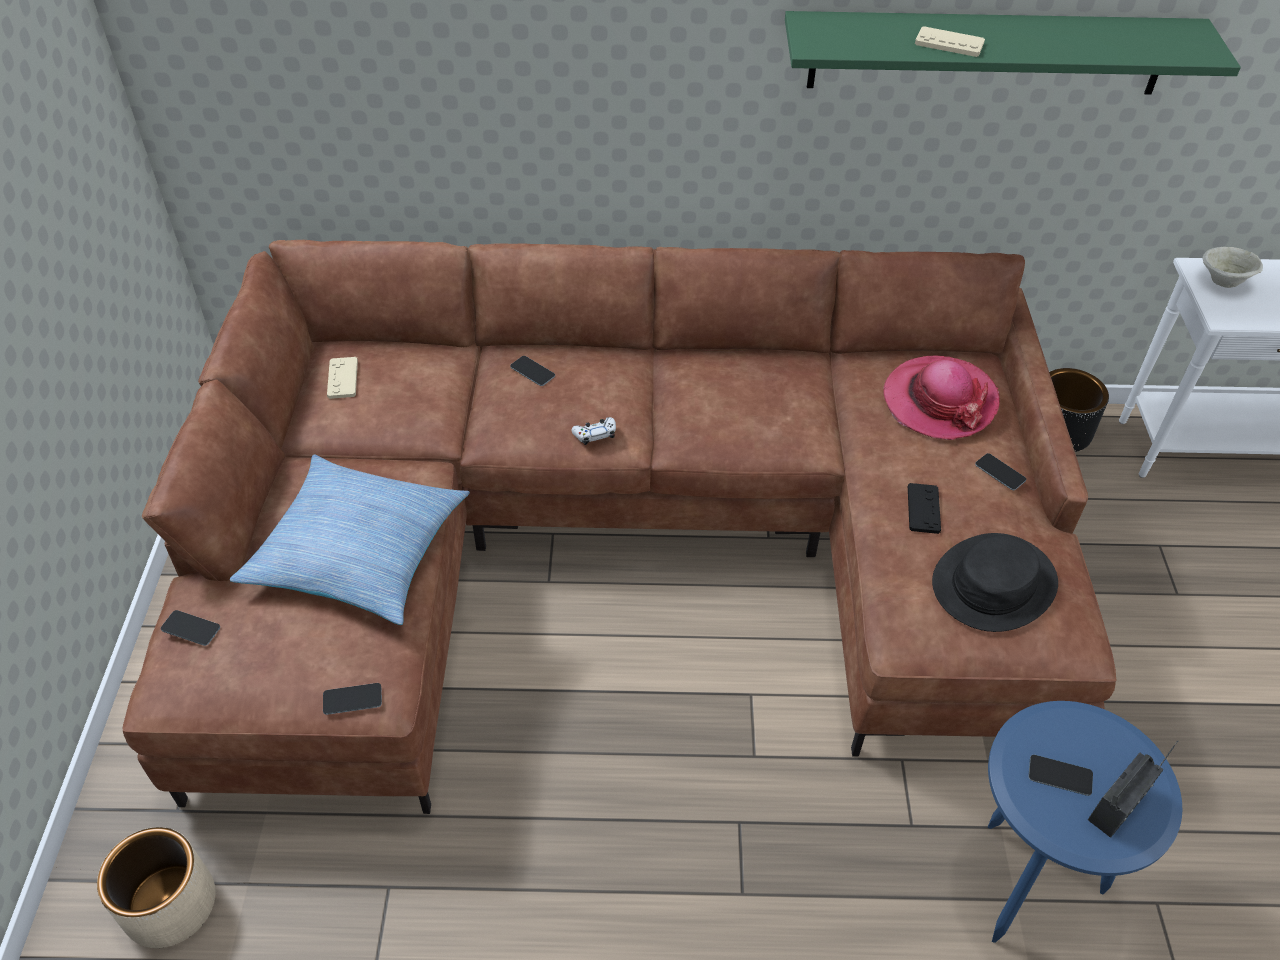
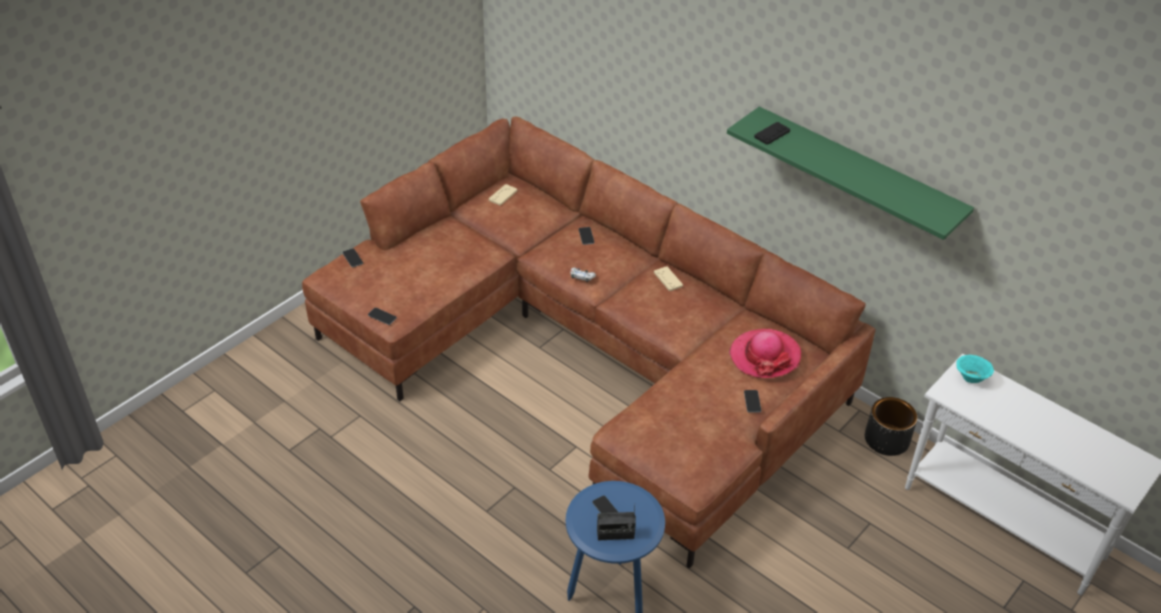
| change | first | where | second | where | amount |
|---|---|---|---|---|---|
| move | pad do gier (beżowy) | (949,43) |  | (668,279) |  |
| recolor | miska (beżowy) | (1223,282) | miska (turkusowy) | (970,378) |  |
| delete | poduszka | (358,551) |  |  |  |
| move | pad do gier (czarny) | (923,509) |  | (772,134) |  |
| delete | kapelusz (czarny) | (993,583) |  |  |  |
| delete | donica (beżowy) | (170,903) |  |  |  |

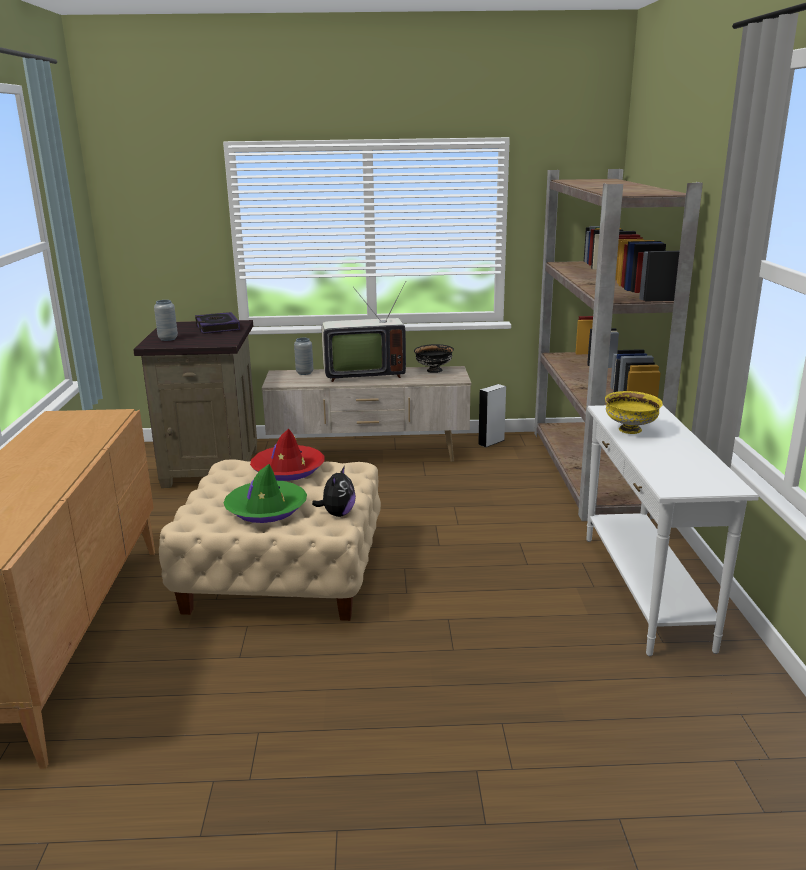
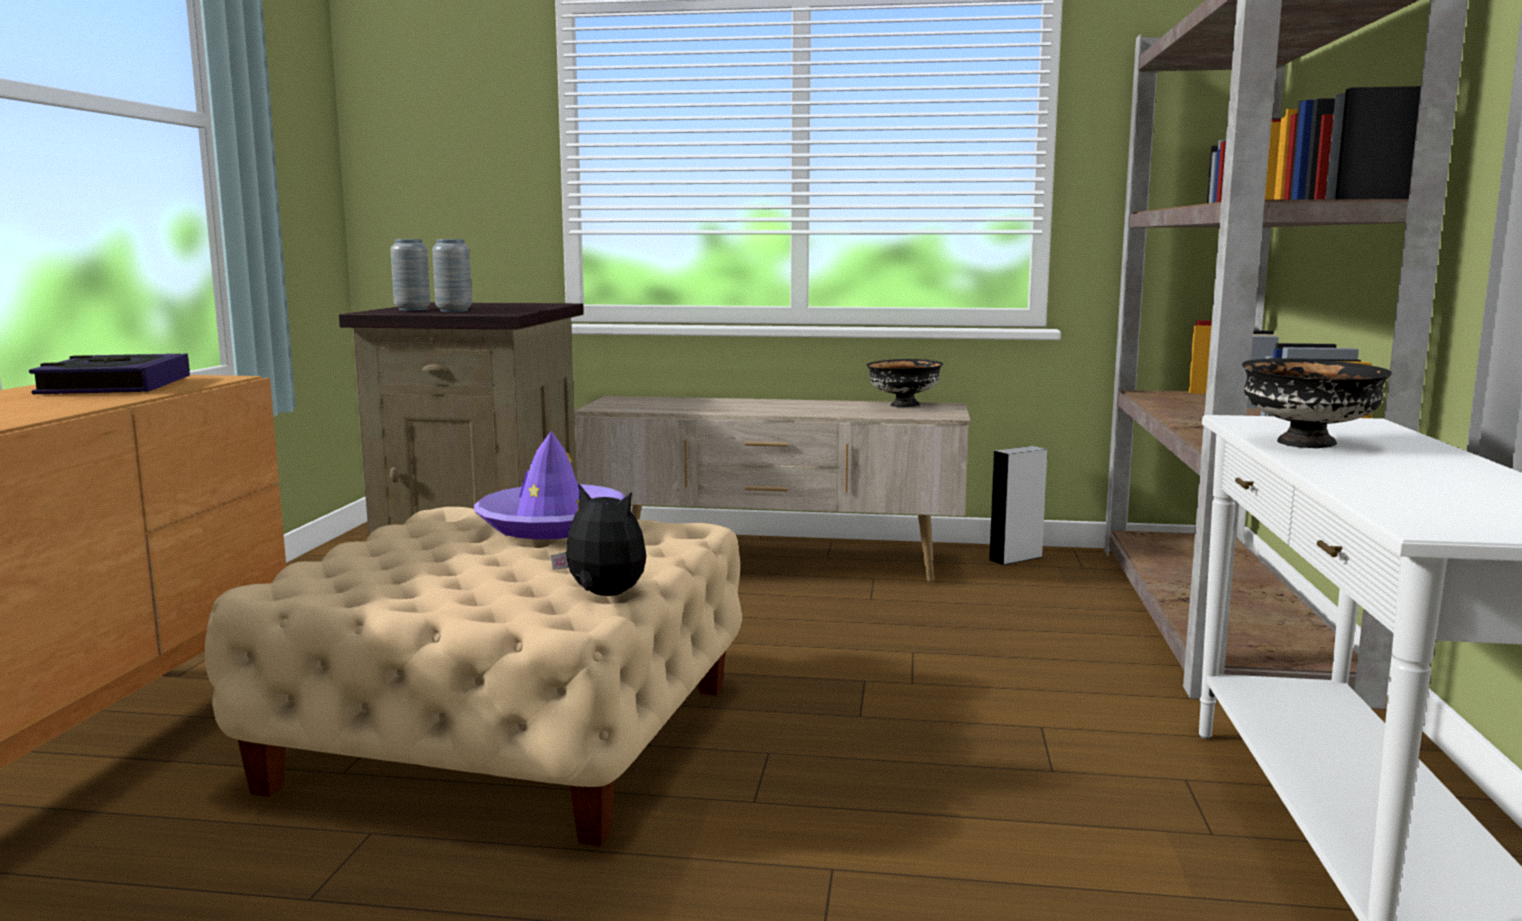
| change | first | where | second | where | amount |
|---|---|---|---|---|---|
| delete | telewizor | (362,374) |  |  |  |
| move | książka | (217,327) |  | (115,386) |  |
| move | wazon (szary) | (304,373) |  | (454,311) |  |
| recolor | miska (żółty) | (631,430) | miska (czarny) | (1308,444) |  |
| recolor | kapelusz (czerwony) | (288,469) | kapelusz (fioletowy) | (552,524) |  |
| delete | kapelusz (zielony) | (266,509) |  |  |  |
| rotate | pluszak | (337,514) |  | (603,596) | 90 degrees counterclockwise |

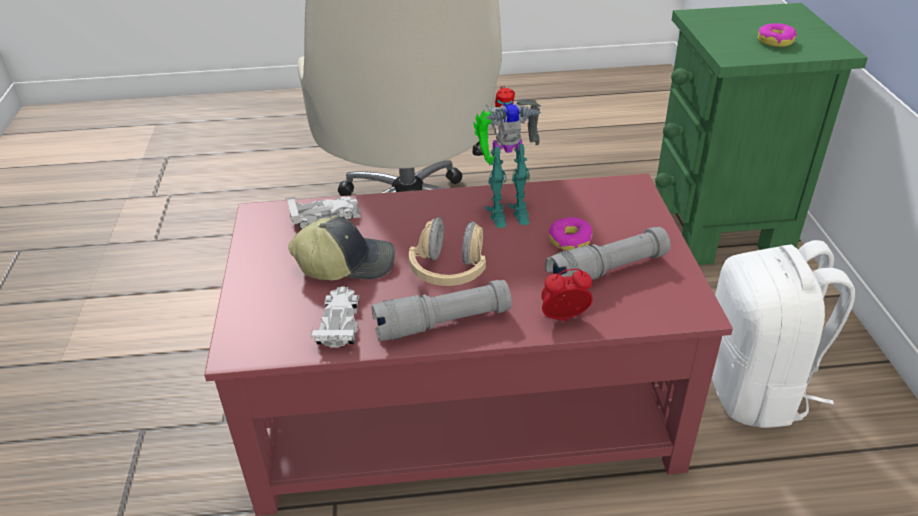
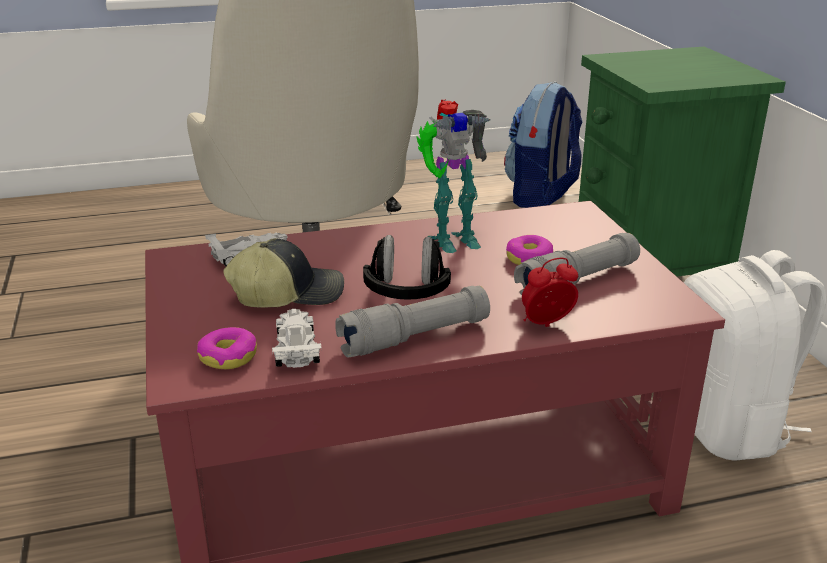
| change | first | where | second | where | amount |
|---|---|---|---|---|---|
| move | donut | (775,41) |  | (228,356) |  |
| recolor | słuchawki (beżowy) | (450,270) | słuchawki (czarny) | (407,292) |  |
| insert |  |  | plecak | (541,196) |  |

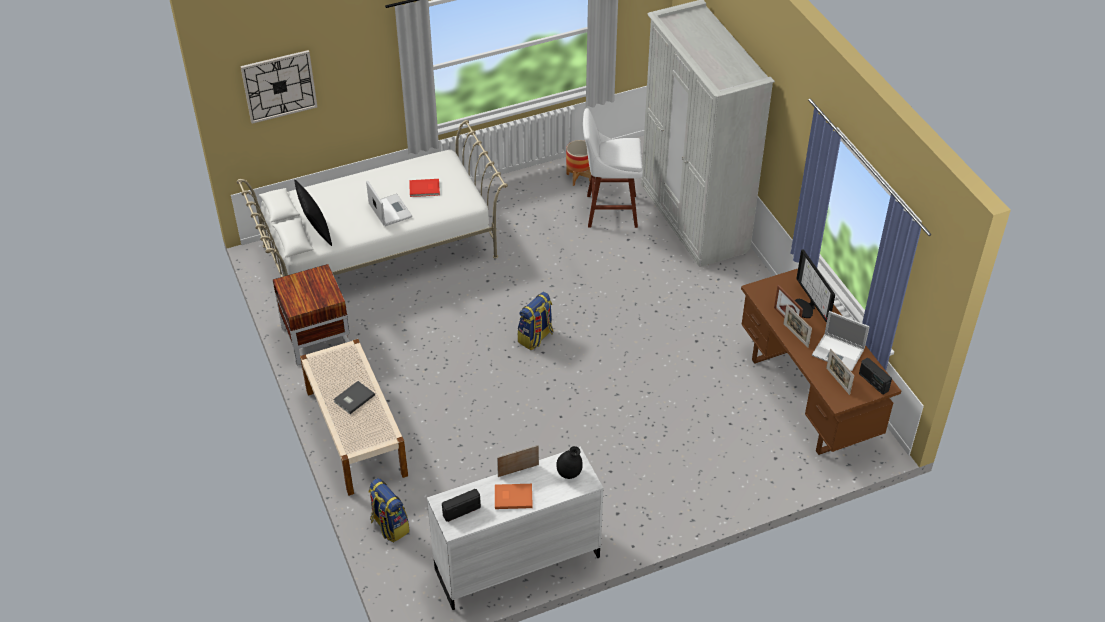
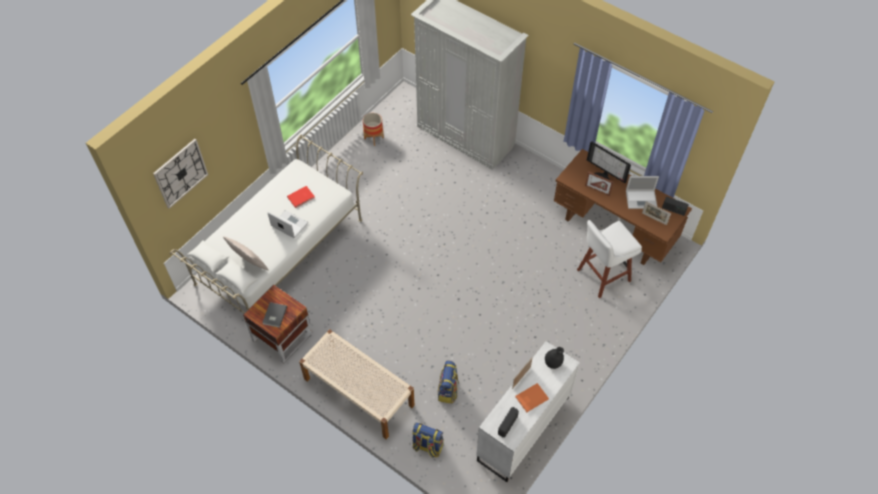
| change | first | where | second | where | amount |
|---|---|---|---|---|---|
| move | stołek (biały) | (610,210) |  | (602,276) |  |
| recolor | poduszka (czarny) | (316,232) | poduszka (beżowy) | (249,264) |  |
| move | plecak | (536,338) |  | (448,390) |  |
| delete | ramka na zdjęcie | (795,335) |  |  |  |
| move | książka (szary) | (353,398) |  | (274,315) |  |

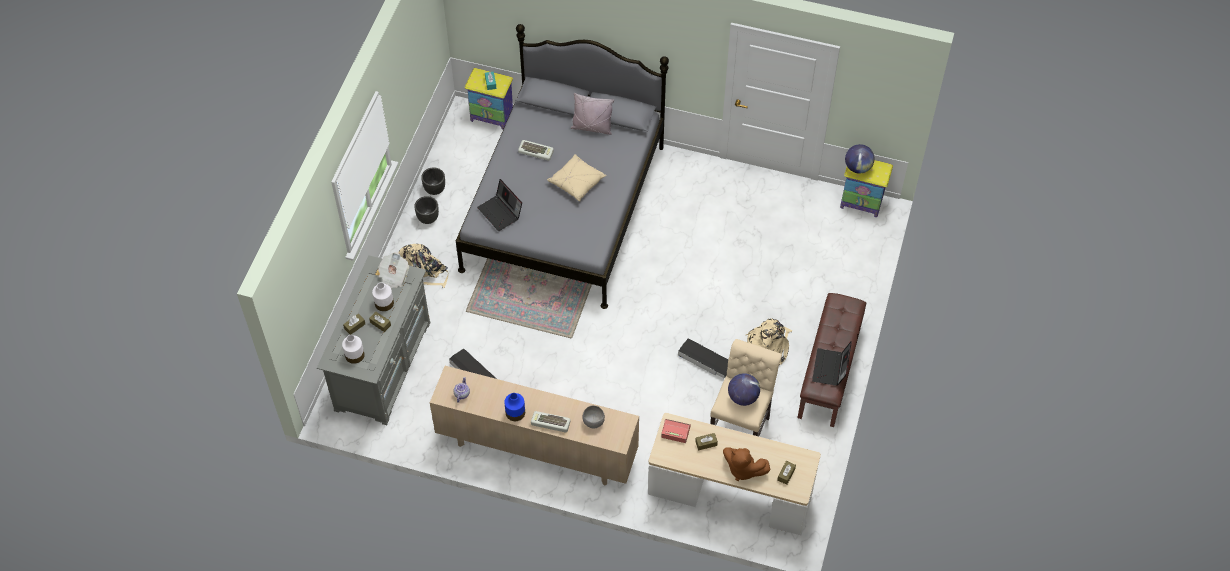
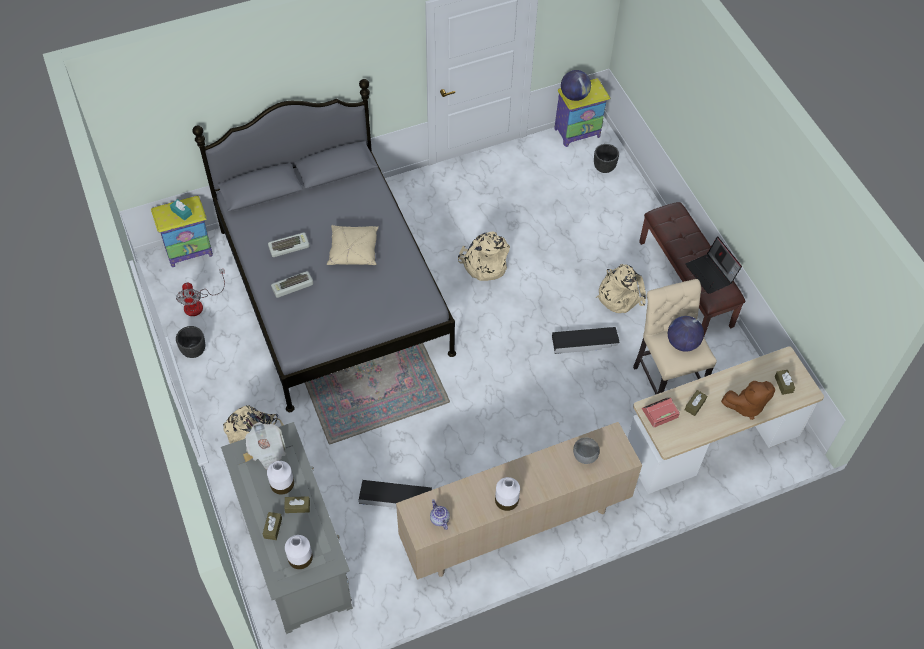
| change | first | where | second | where | amount |
|---|---|---|---|---|---|
| delete | poduszka (fioletowy) | (592,127) |  |  |  |
| delete | laptop | (501,212) |  |  |  |
| move | donica (czarny) | (428,218) |  | (604,167) |  |
| recolor | wazon (niebieski) | (515,412) | wazon (biały) | (507,499) |  |
| move | klawiatura | (550,423) |  | (292,287) |  |
| insert |  |  | plecak (beżowy) | (484,264) |  |
| insert |  |  | wentylator | (199,303) |  |

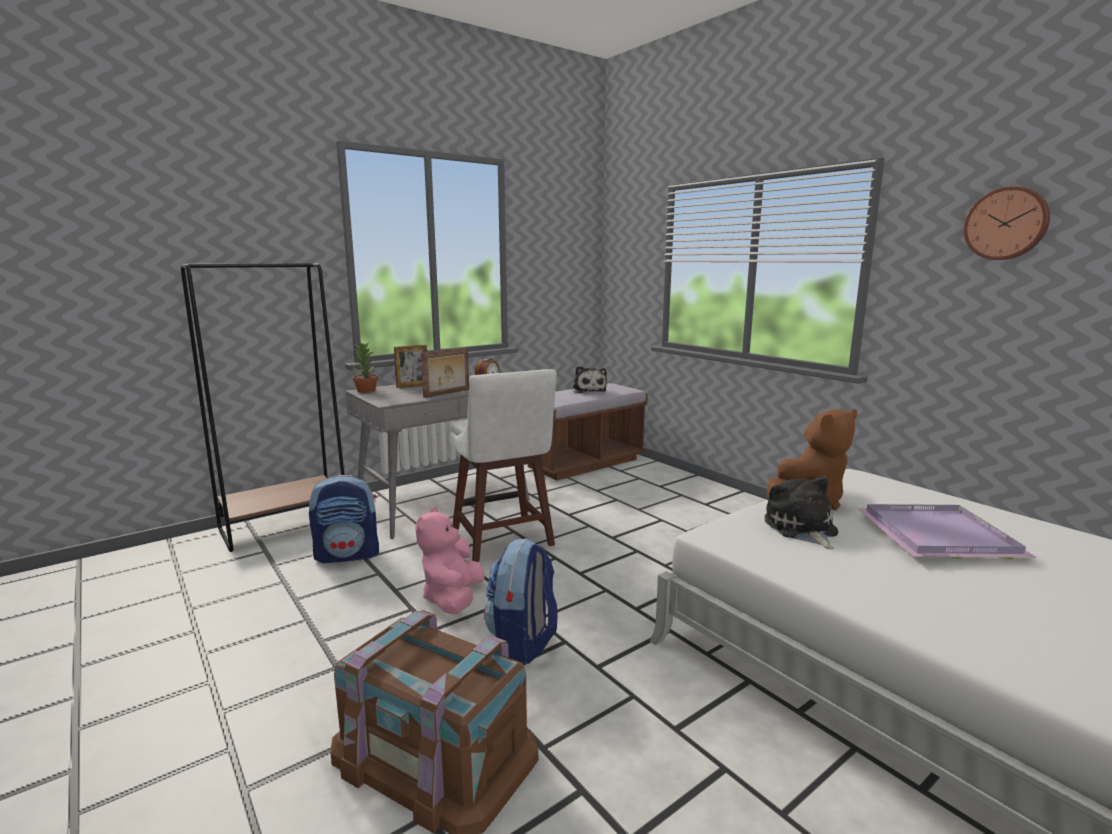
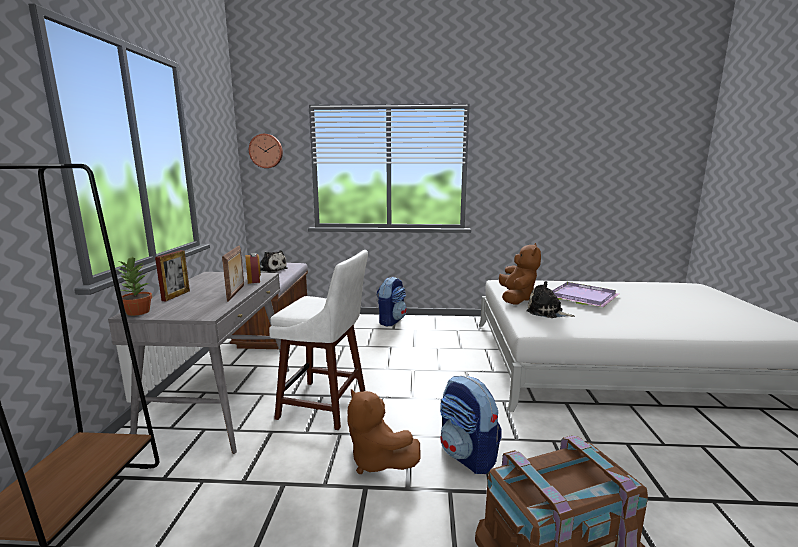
| change | first | where | second | where | amount |
|---|---|---|---|---|---|
| move | zegar ścienny | (1006,224) |  | (266,151) |  |
| move | plecak | (348,555) |  | (391,321) |  |
| recolor | pluszak (różowy) | (453,599) | pluszak (brązowy) | (377,461) |  |

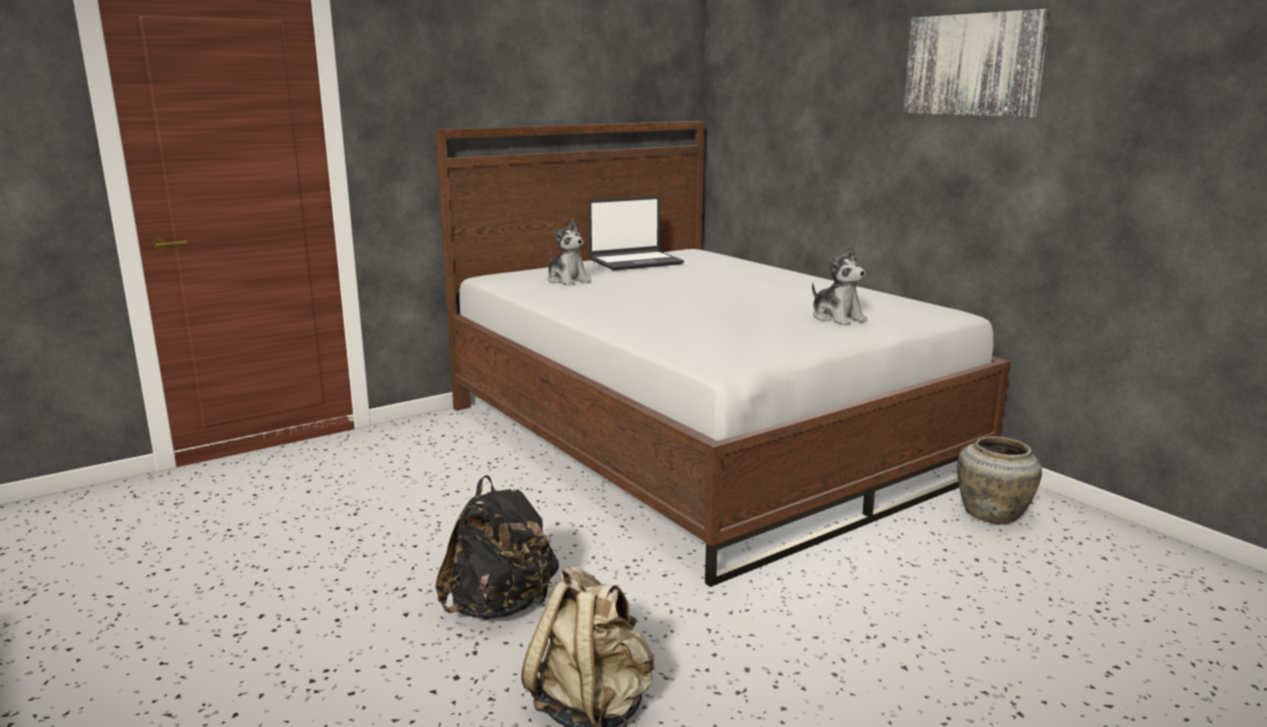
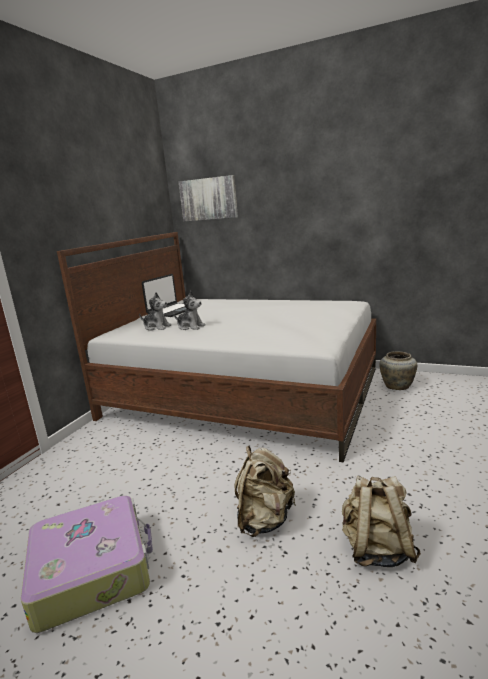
| change | first | where | second | where | amount |
|---|---|---|---|---|---|
| move | obraz | (974,65) |  | (208,199) |  |
| move | pluszak | (837,318) |  | (190,327) |  |
| recolor | plecak (czarny) | (500,607) | plecak (beżowy) | (264,520) |  |
| insert |  |  | walizka | (92,569) |  |

